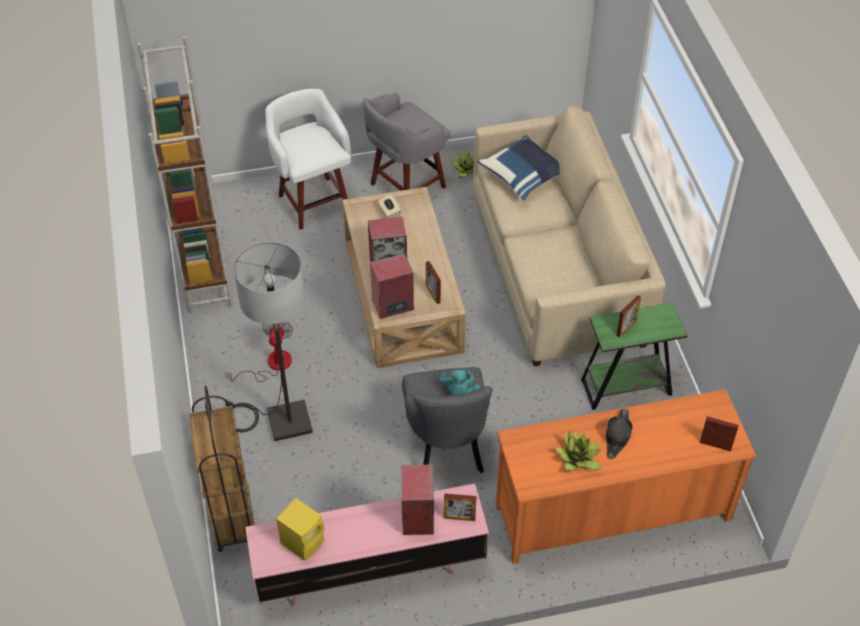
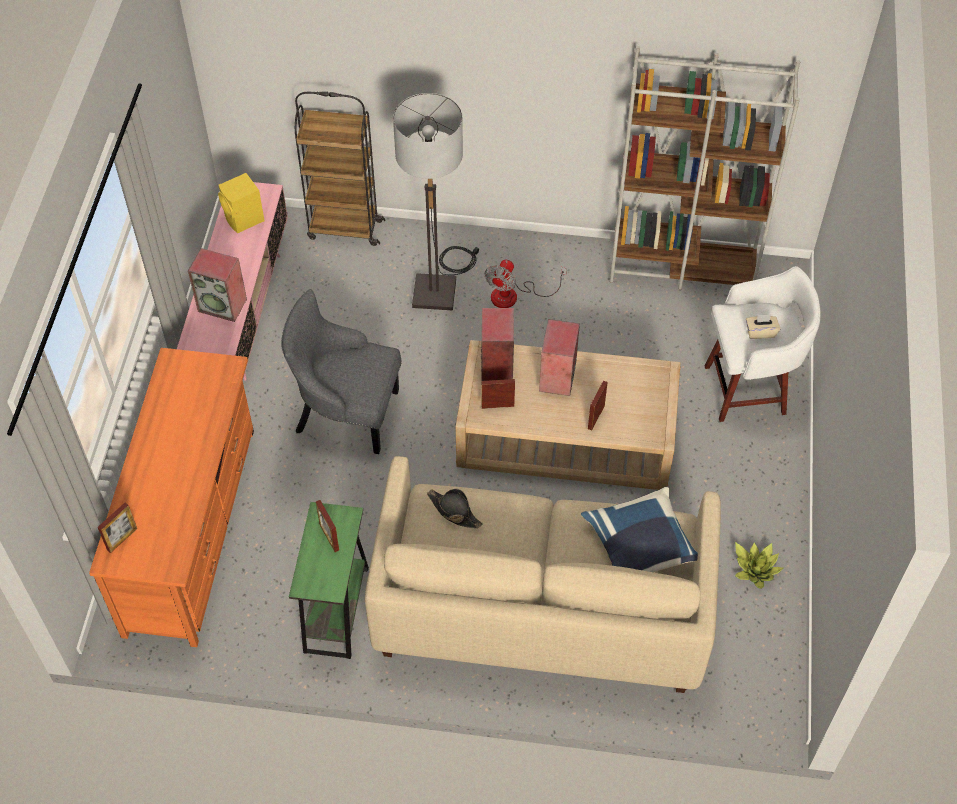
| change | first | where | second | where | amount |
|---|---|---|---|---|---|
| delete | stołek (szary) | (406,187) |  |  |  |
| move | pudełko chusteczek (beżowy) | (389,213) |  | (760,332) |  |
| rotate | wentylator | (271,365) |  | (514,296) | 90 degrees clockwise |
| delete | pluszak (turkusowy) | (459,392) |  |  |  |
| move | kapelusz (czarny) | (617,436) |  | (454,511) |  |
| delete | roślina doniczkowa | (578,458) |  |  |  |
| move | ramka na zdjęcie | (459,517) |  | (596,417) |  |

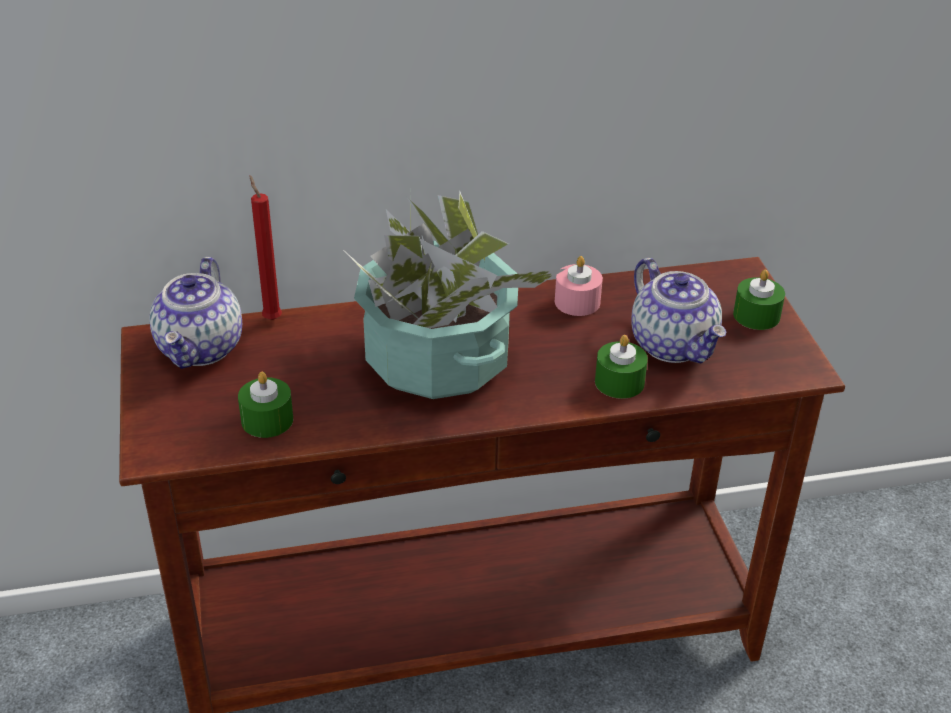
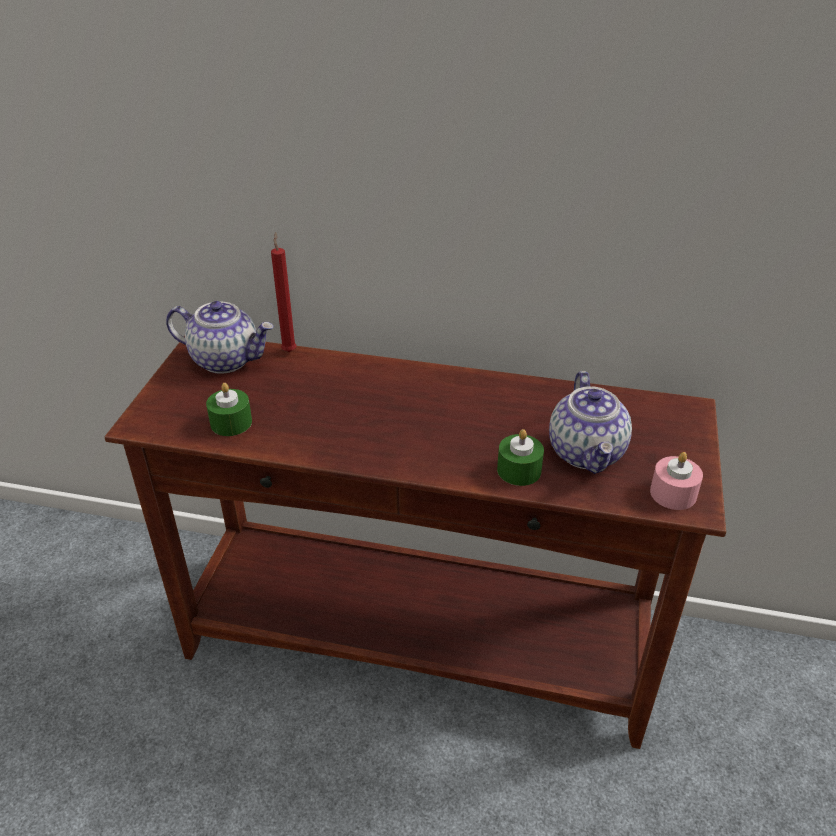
| change | first | where | second | where | amount |
|---|---|---|---|---|---|
| delete | roślina doniczkowa | (437,359) |  |  |  |
| move | świeca (różowy) | (577,302) |  | (673,493) |  |
| rotate | imbryk | (201,348) |  | (226,360) | 105 degrees counterclockwise |
| delete | świeca (zielony) | (756,315) |  |  |  |

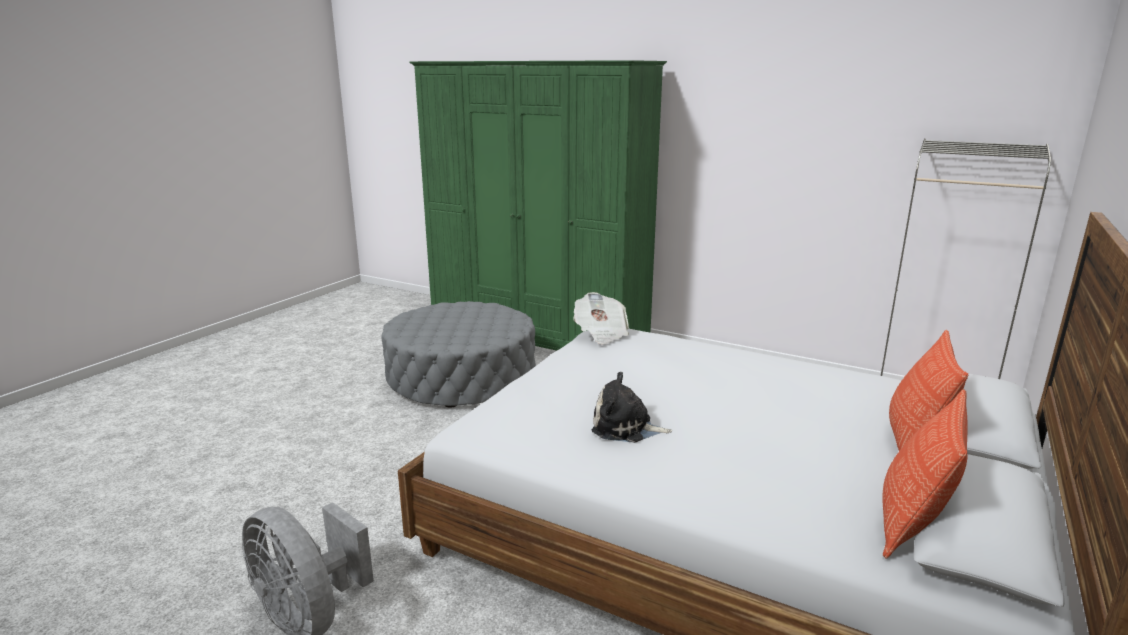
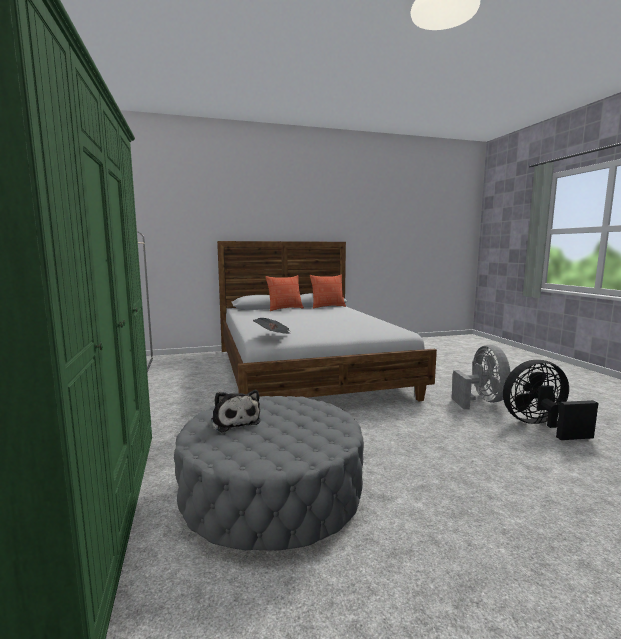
| change | first | where | second | where | amount |
|---|---|---|---|---|---|
| move | pluszak | (626,428) |  | (235,421) |  |
| insert |  |  | wentylator (czarny) | (540,426) |  |

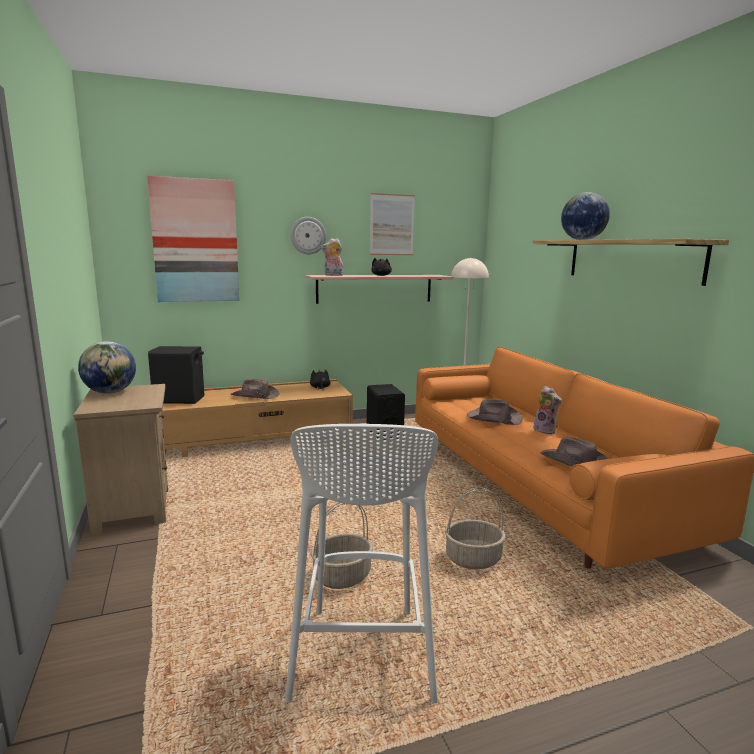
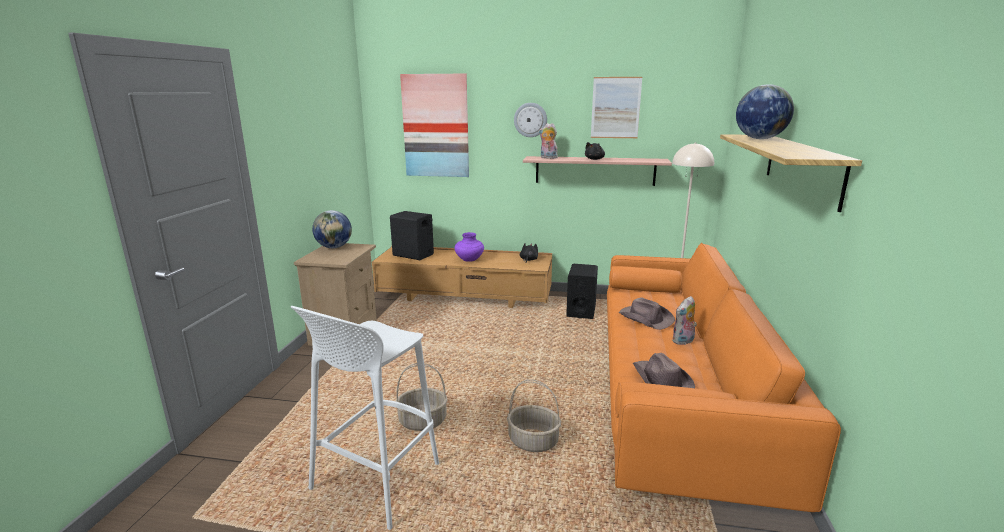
| change | first | where | second | where | amount |
|---|---|---|---|---|---|
| replace | kapelusz (brązowy) | (255,395) | wazon (fioletowy) | (469,260) |  |
| rotate | pluszak | (546,430) |  | (683,341) | 60 degrees clockwise |

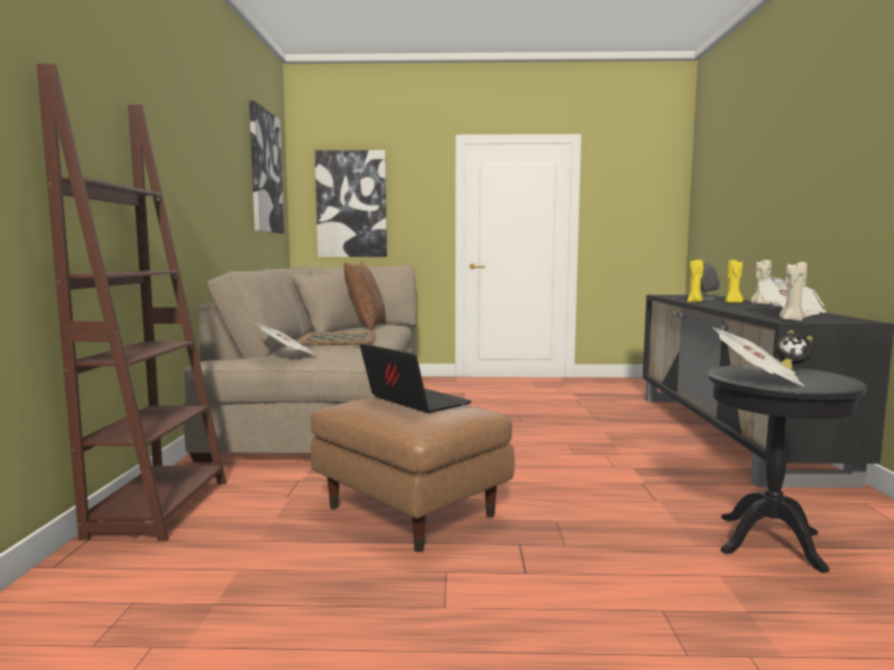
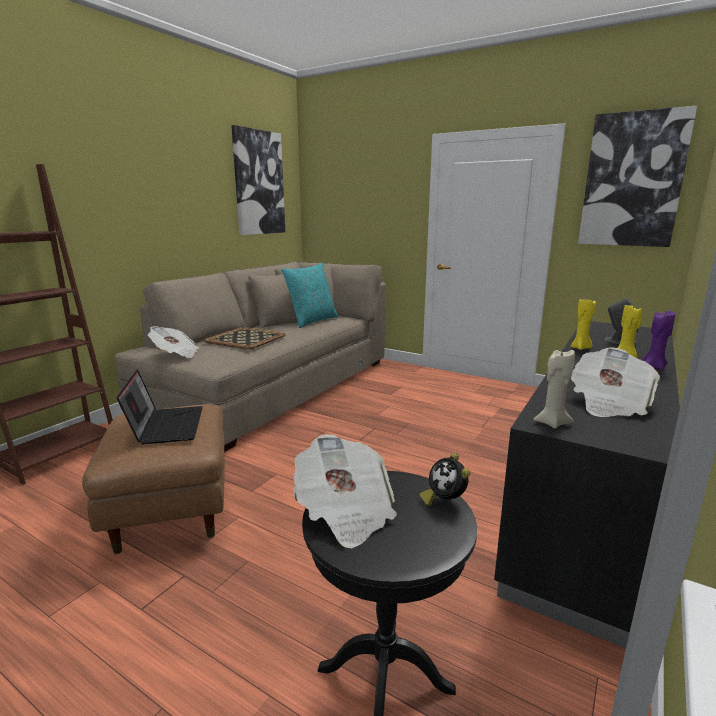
| change | first | where | second | where | amount |
|---|---|---|---|---|---|
| move | obraz | (351,204) |  | (632,180) |  |
| recolor | świeca (beżowy) | (760,304) | świeca (fioletowy) | (653,367) |  |
| recolor | poduszka (brązowy) | (366,326) | poduszka (turkusowy) | (311,321) |  |

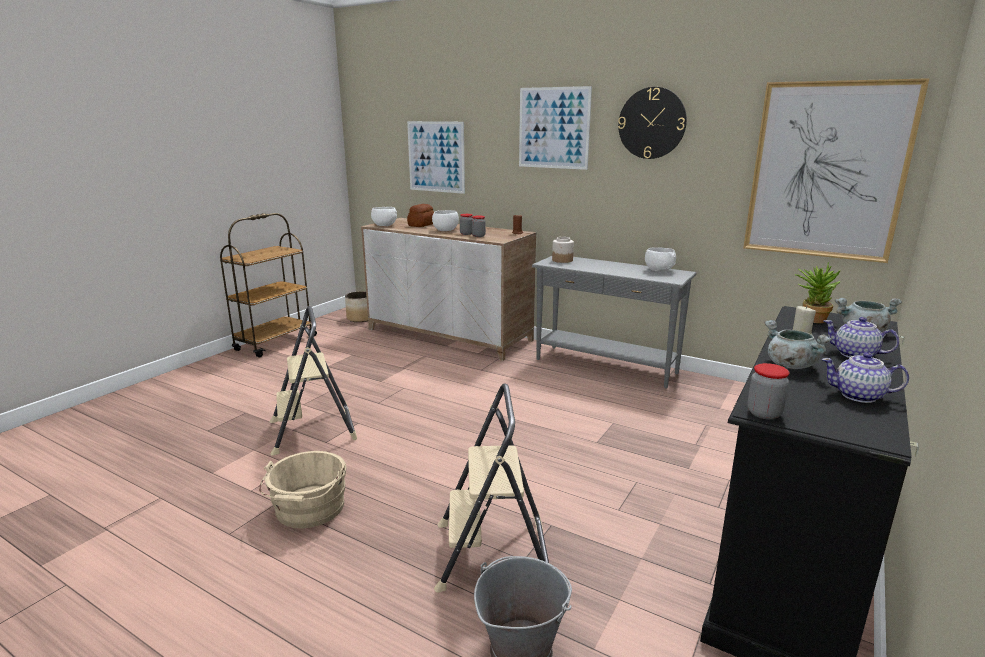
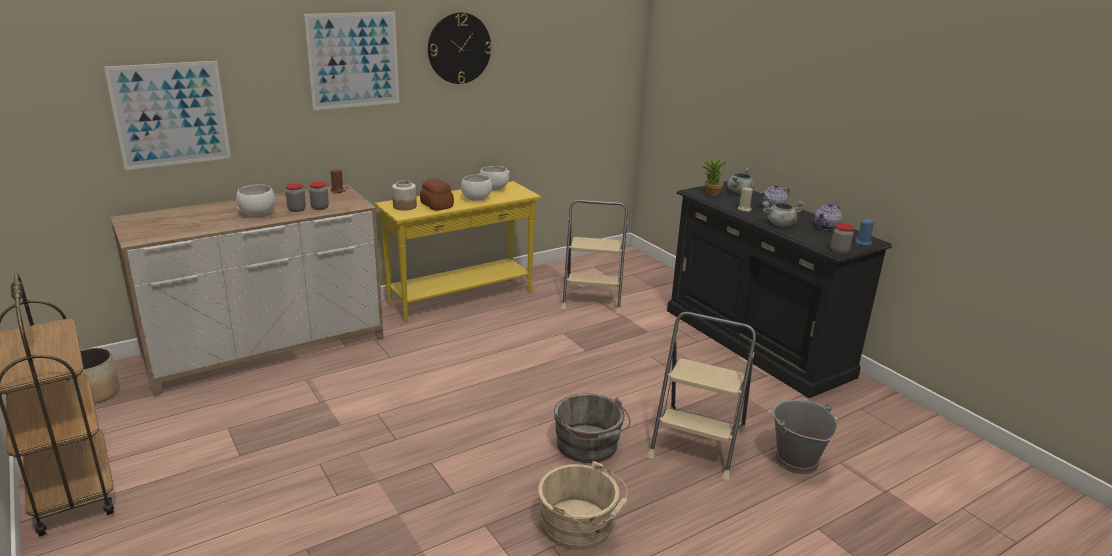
| change | first | where | second | where | amount |
|---|---|---|---|---|---|
| delete | obraz | (827,171) |  |  |  |
| move | chleb | (421,225) |  | (436,205) |  |
| move | miska (biały) | (384,226) |  | (476,199) |  |
| recolor | stolik konsolowy (szary) | (606,366) | stolik konsolowy (żółty) | (461,297) |  |
| move | drabinka (beżowy) | (317,429) |  | (593,295) |  |
| insert |  |  | świeca (niebieski) | (863,243) |  |
| insert |  |  | wiadro (szary) | (589,446) |  |

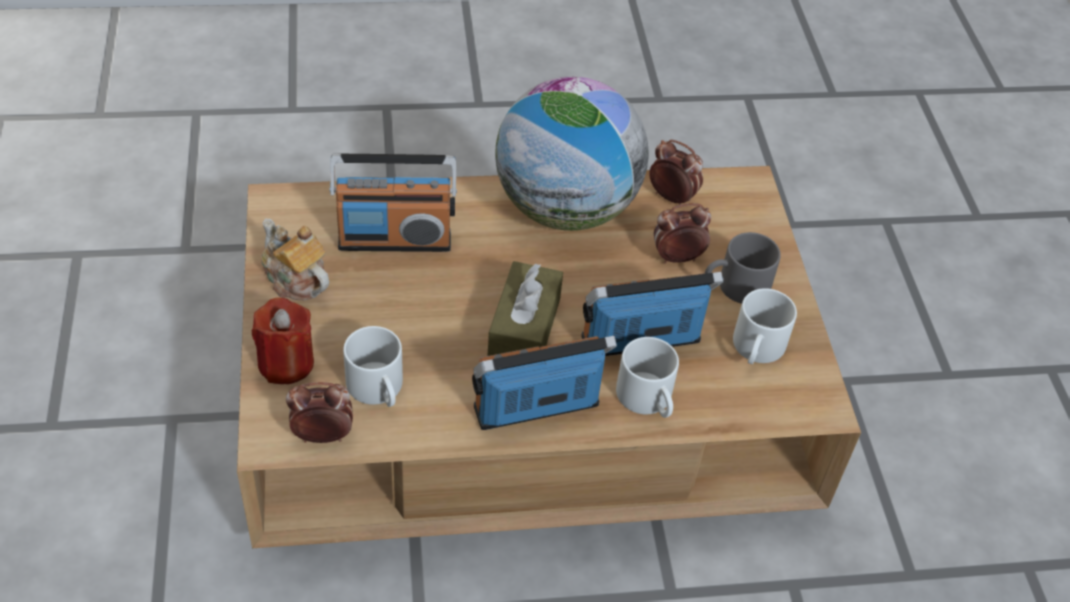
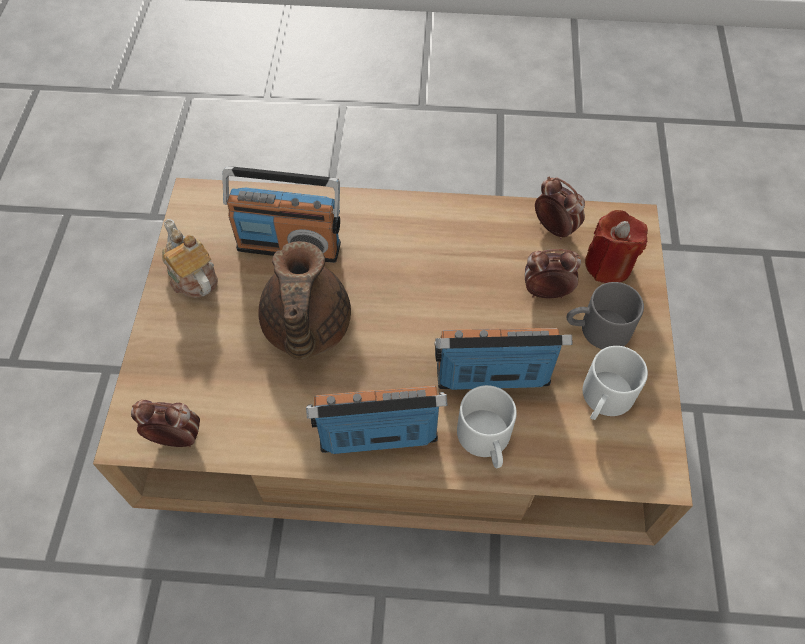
| change | first | where | second | where | amount |
|---|---|---|---|---|---|
| delete | globus | (565,208) |  |  |  |
| delete | pudełko chusteczek (brązowy) | (524,328) |  |  |  |
| move | świeca (czerwony) | (286,363) |  | (608,265) |  |
| delete | kubek (biały) | (379,389) |  |  |  |
| insert |  |  | imbryk (brązowy) | (306,329) |  |

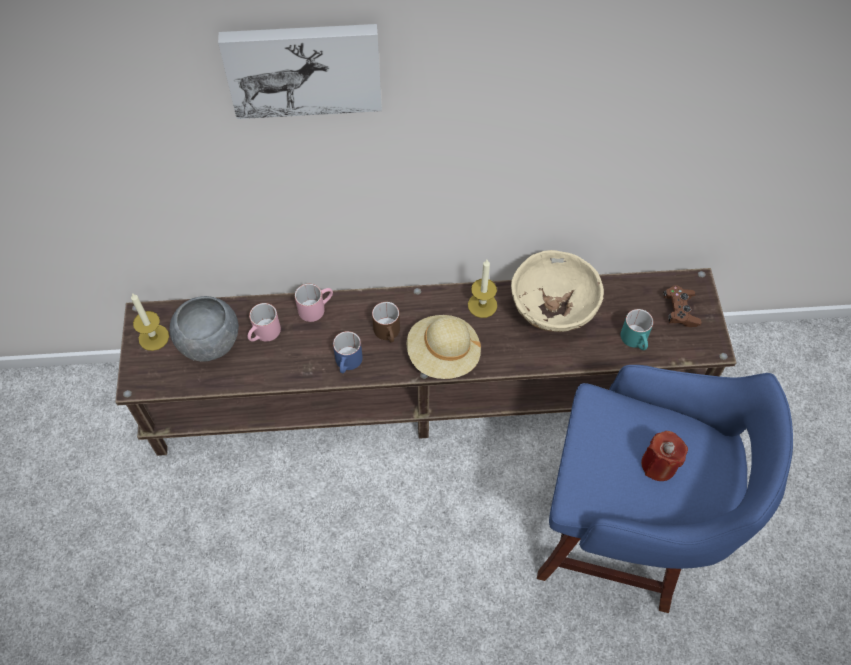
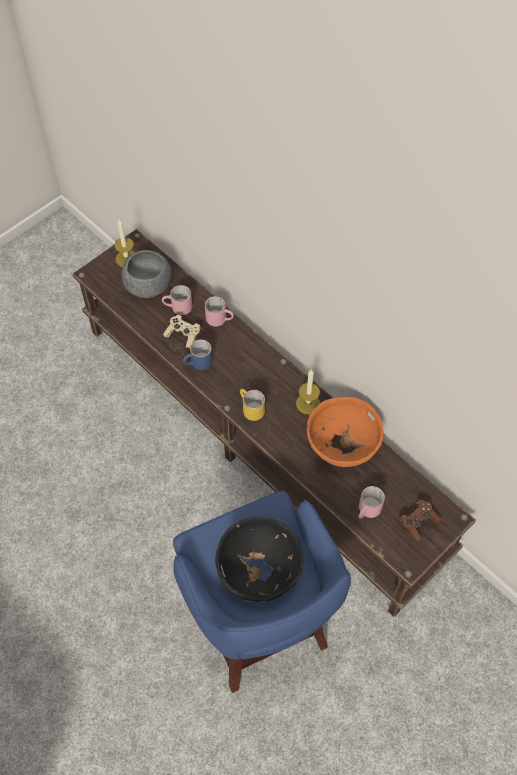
| change | first | where | second | where | amount |
|---|---|---|---|---|---|
| delete | obraz | (303,68) |  |  |  |
| recolor | miska (beżowy) | (551,311) | miska (pomarańczowy) | (342,445) |  |
| delete | kubek (brązowy) | (389,333) |  |  |  |
| recolor | kubek (turkusowy) | (636,340) | kubek (różowy) | (368,511) |  |
| replace | kapelusz (beżowy) | (443,356) | kubek (żółty) | (250,408) |  |
| replace | świeca (czerwony) | (659,465) | miska (czarny) | (259,572) |  |
| insert |  |  | pad do gier (beżowy) | (183,335) |  |

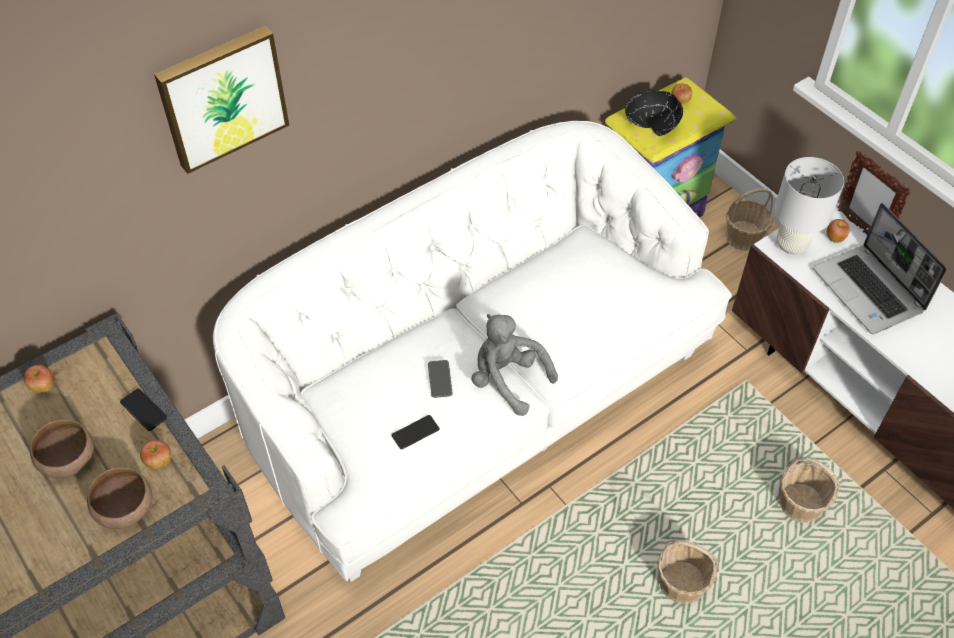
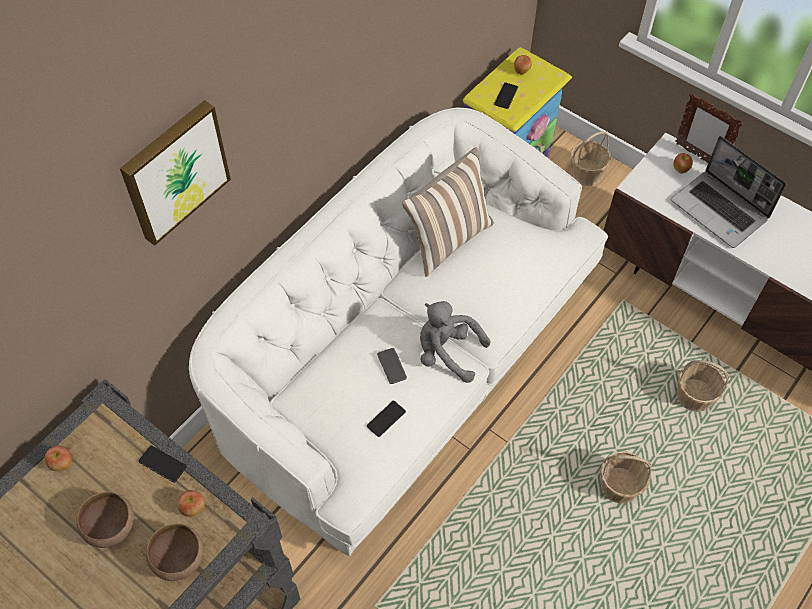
| change | first | where | second | where | amount |
|---|---|---|---|---|---|
| replace | miska (czarny) | (654,124) | telefon | (506,96) |  |
| delete | lampa stołowa (szary) | (790,246) |  |  |  |
| insert |  |  | poduszka | (447,239) |  |

